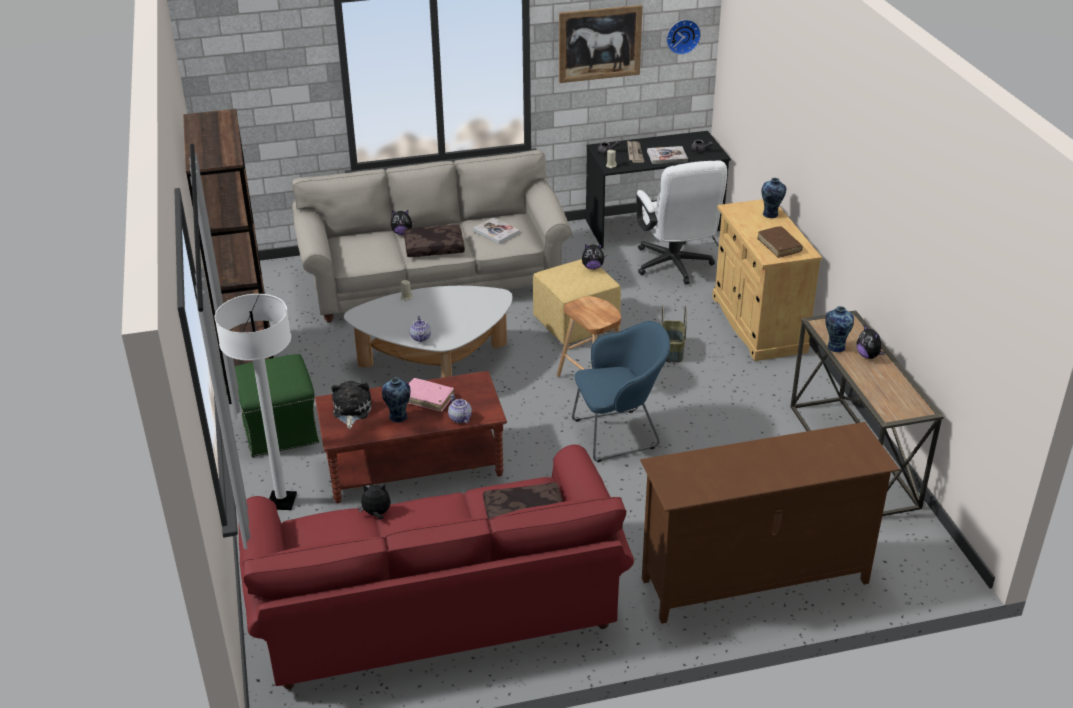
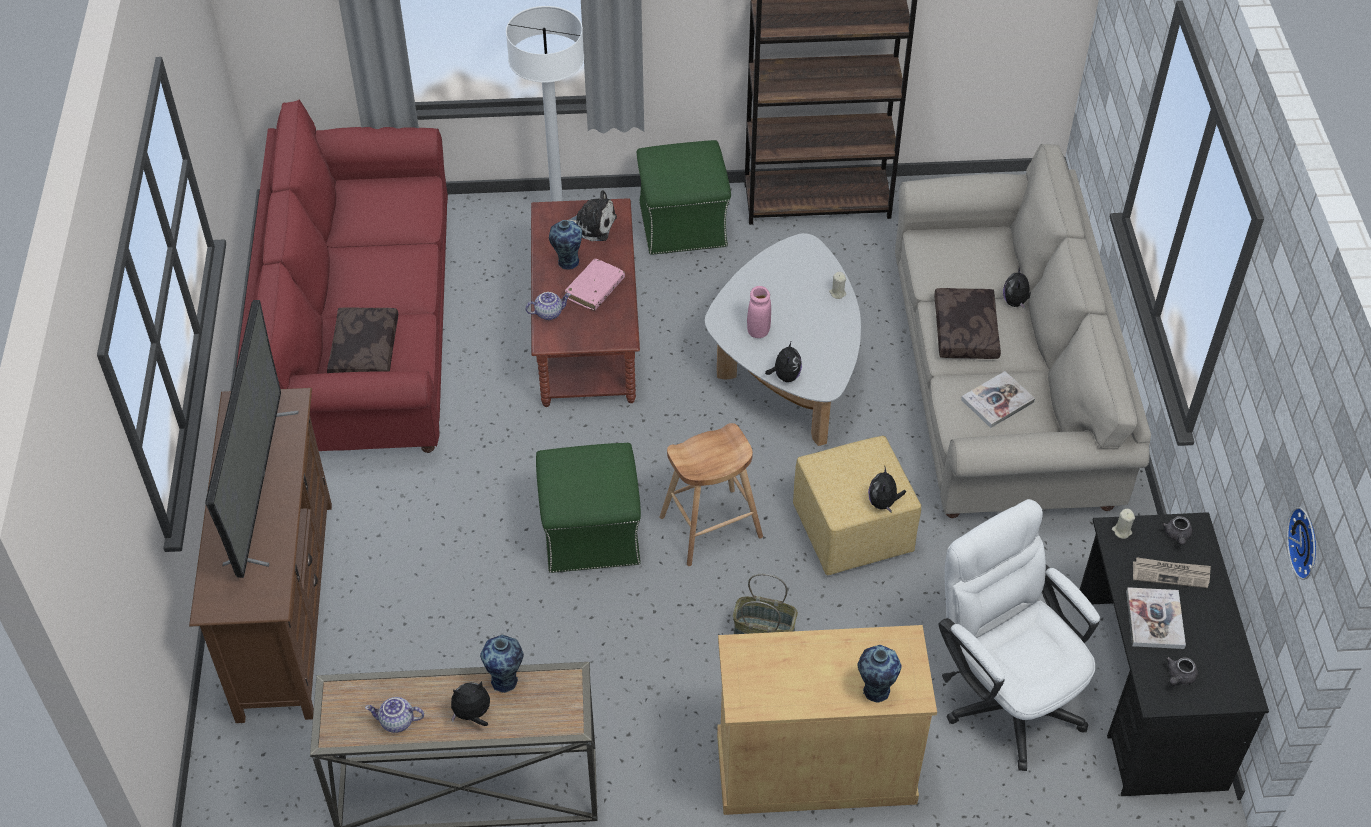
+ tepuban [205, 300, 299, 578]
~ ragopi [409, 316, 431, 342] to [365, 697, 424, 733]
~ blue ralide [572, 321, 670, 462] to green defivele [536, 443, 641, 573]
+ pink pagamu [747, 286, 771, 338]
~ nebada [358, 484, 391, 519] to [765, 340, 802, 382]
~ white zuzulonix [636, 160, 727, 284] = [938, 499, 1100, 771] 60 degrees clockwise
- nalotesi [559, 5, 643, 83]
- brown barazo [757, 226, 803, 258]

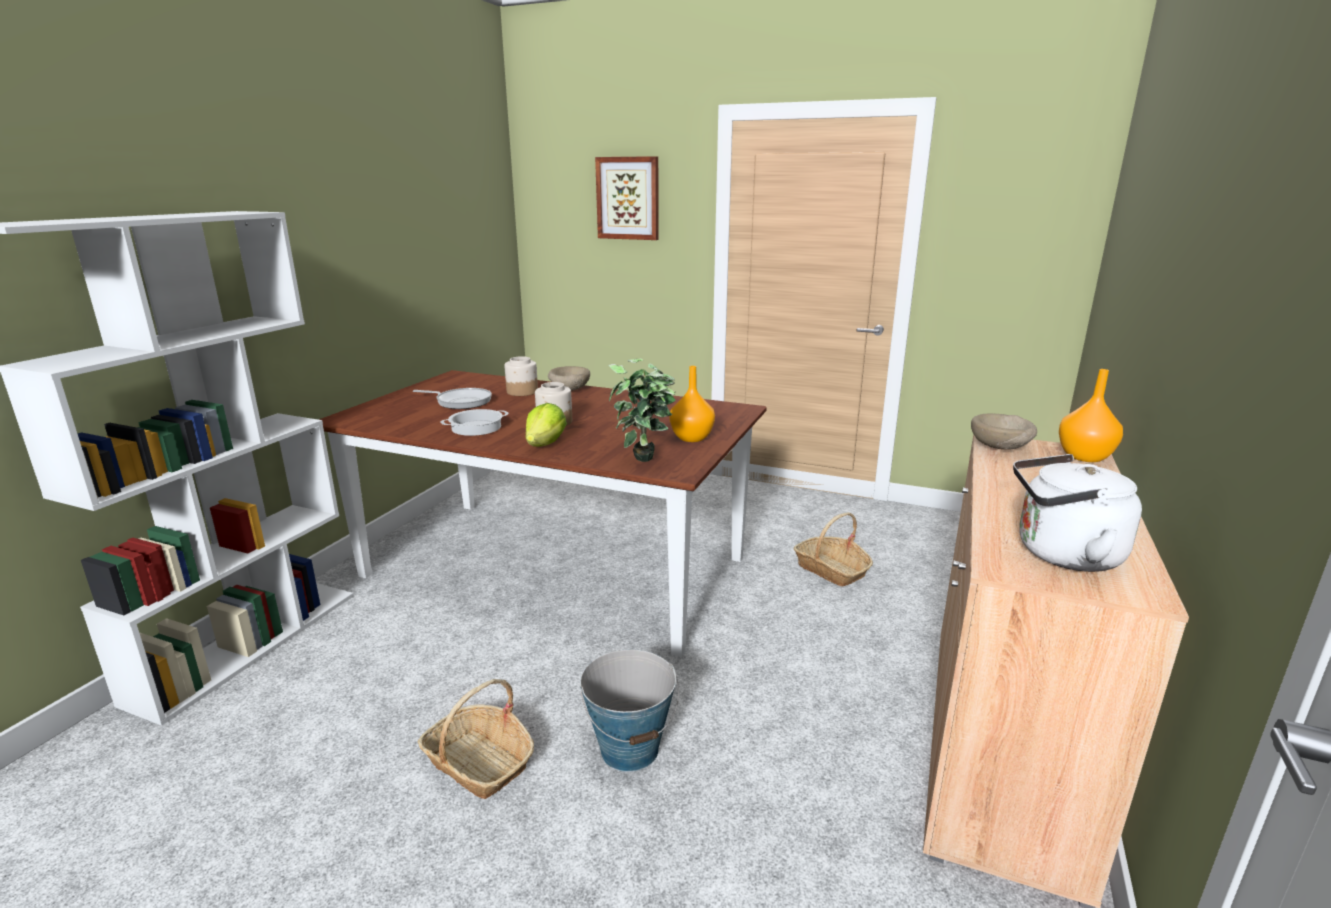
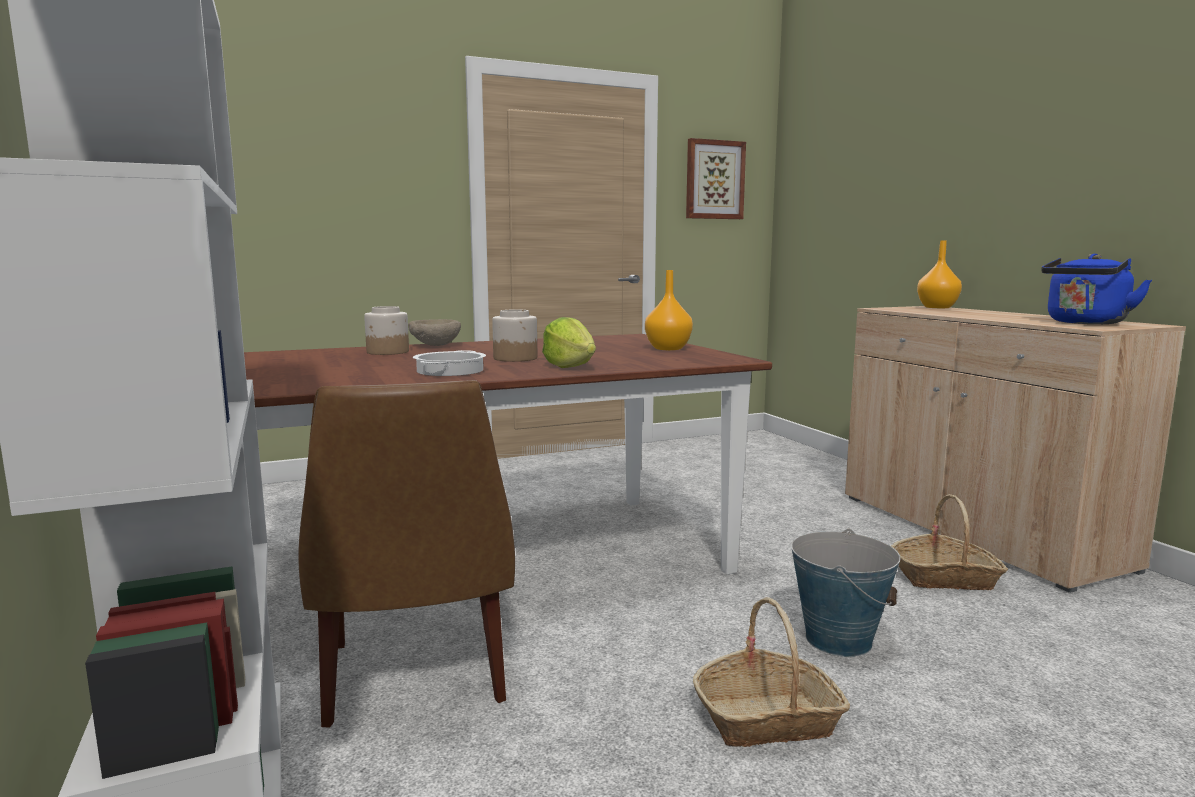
+ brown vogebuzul [298, 380, 515, 728]
~ nalotesi [595, 156, 659, 240] to [686, 138, 746, 219]
~ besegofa [794, 512, 873, 587] to [891, 494, 1008, 590]
~ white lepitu [1013, 454, 1142, 572] to blue lepitu [1041, 254, 1152, 324]
- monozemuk [413, 388, 492, 409]
- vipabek [608, 358, 676, 462]
- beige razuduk [971, 413, 1037, 450]

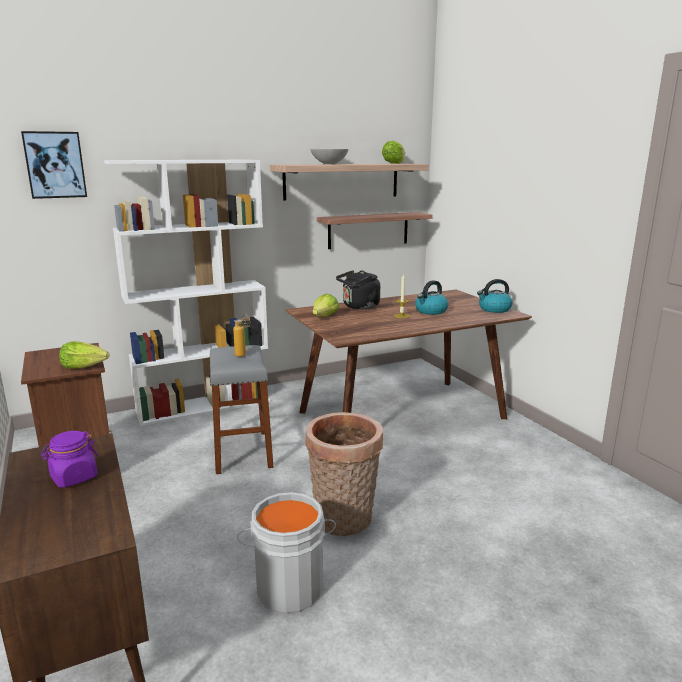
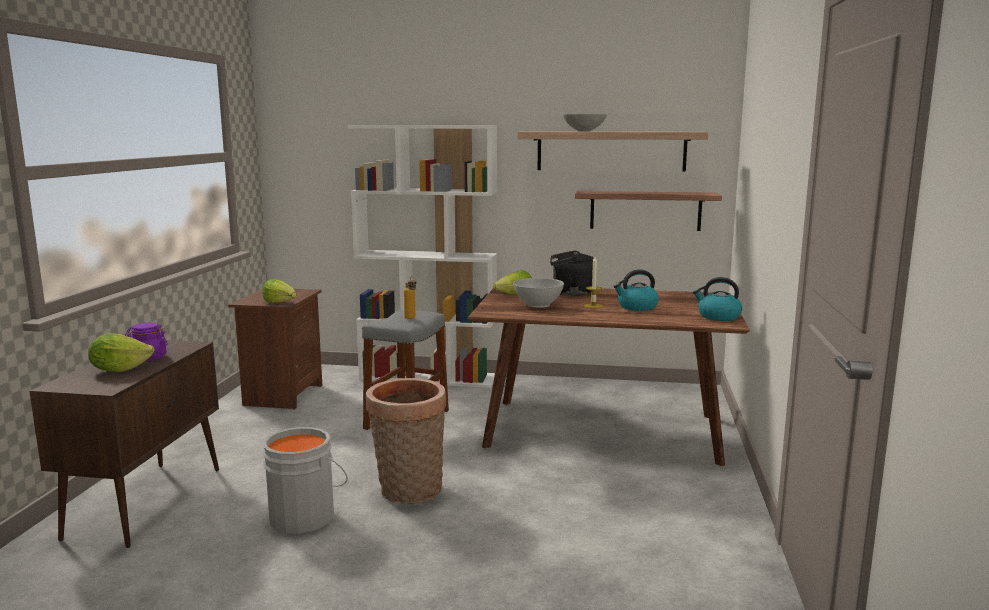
~ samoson [382, 141, 405, 164] to [88, 333, 155, 372]
+ white razuduk [513, 278, 564, 308]
- nalotesi [21, 131, 87, 199]

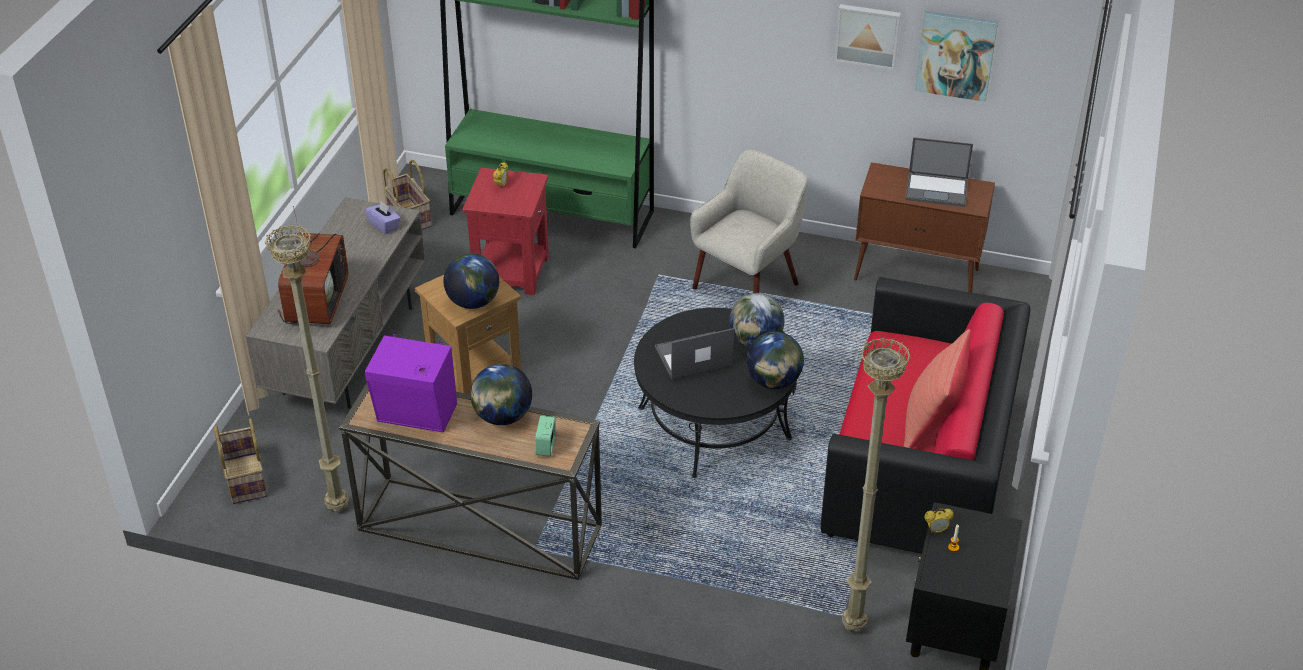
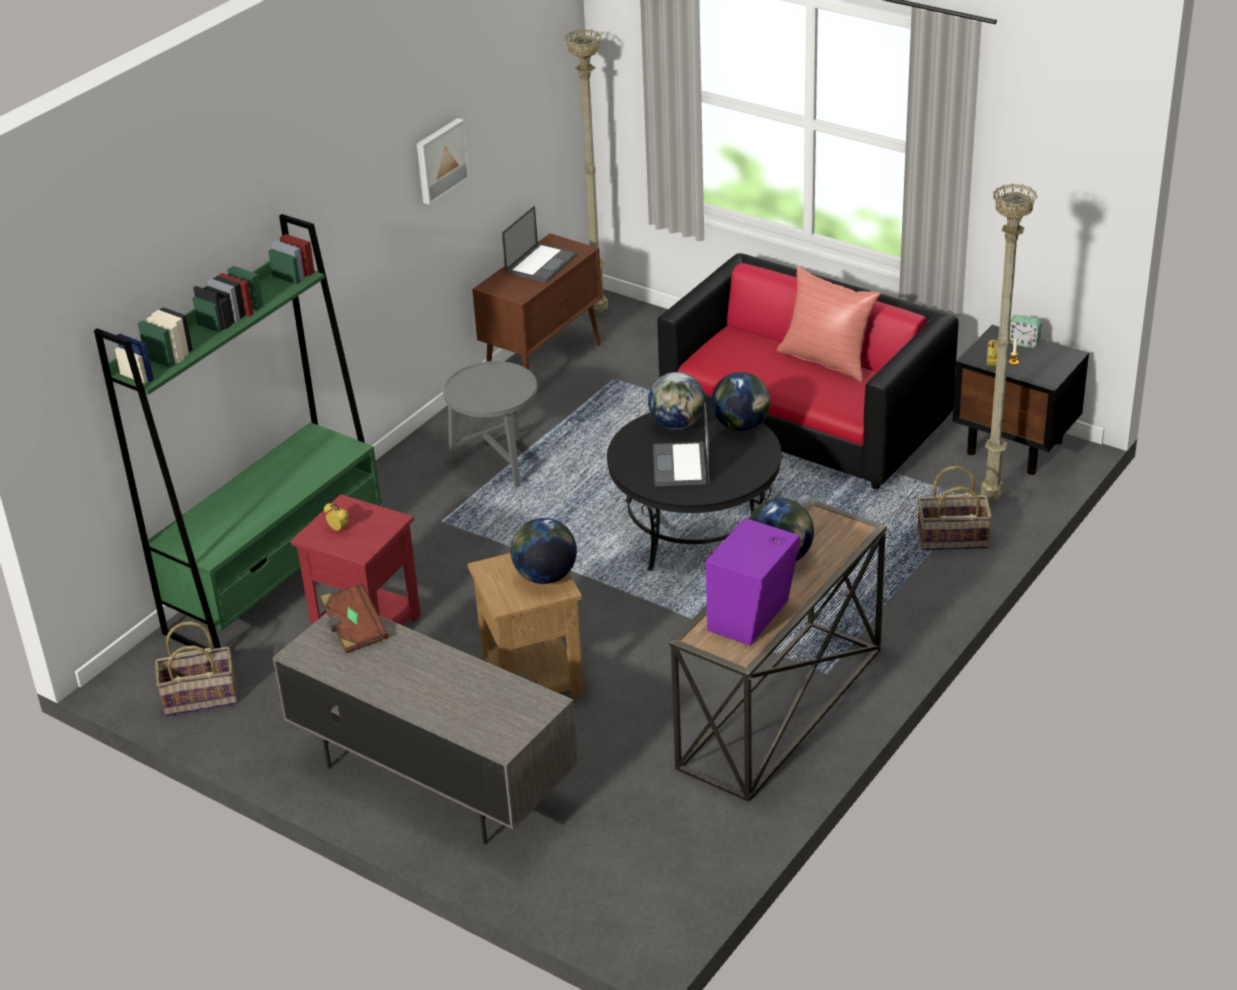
~ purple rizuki [365, 201, 401, 234] to brown barazo [321, 583, 389, 653]
~ beige ralide [690, 150, 808, 293] to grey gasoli [443, 361, 537, 488]
~ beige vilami [265, 224, 349, 512] to [564, 28, 608, 313]
~ besegofa [214, 418, 267, 504] to [917, 466, 992, 550]
~ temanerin [536, 415, 556, 456] to [1009, 315, 1042, 348]
- tepuban [278, 206, 349, 324]
- nalotesi [915, 11, 998, 102]

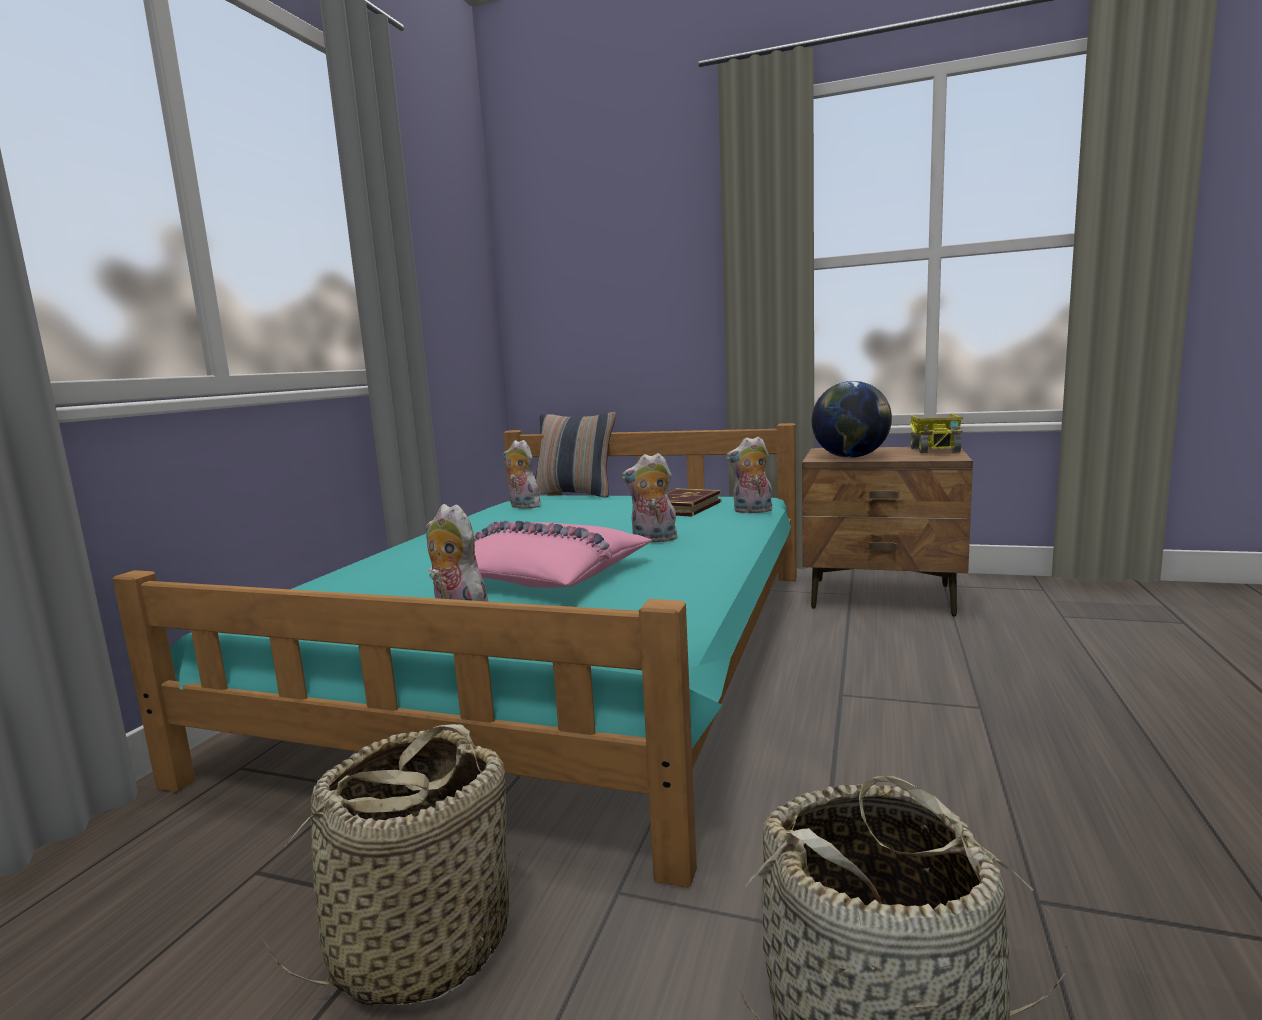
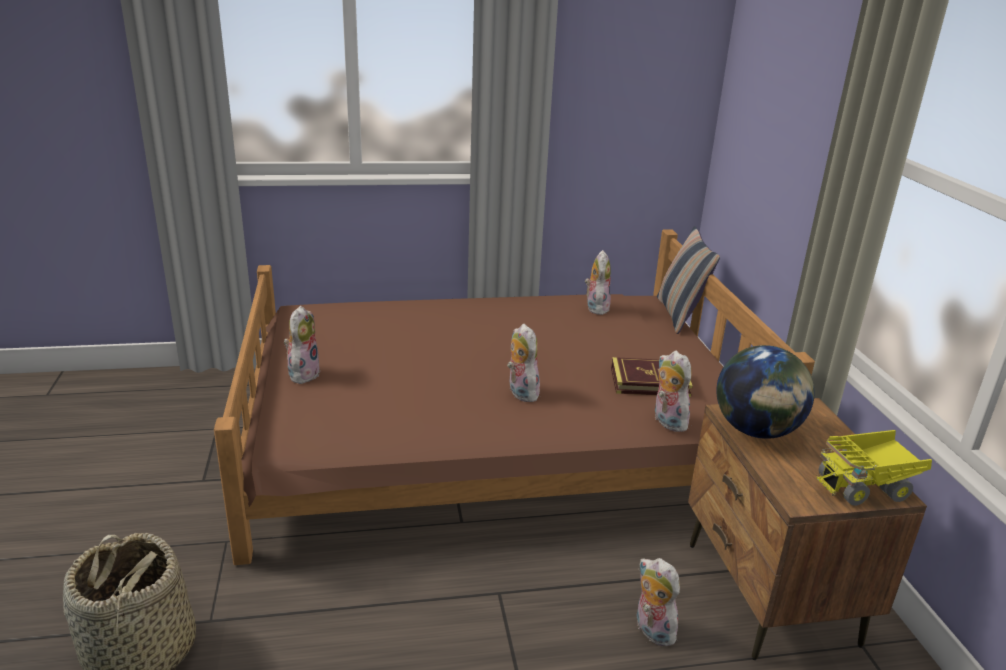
~ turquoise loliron [113, 423, 797, 888] to brown loliron [214, 229, 815, 565]
+ nebada [636, 558, 680, 647]
- besegofa [260, 724, 521, 1006]
- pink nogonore [428, 520, 653, 588]

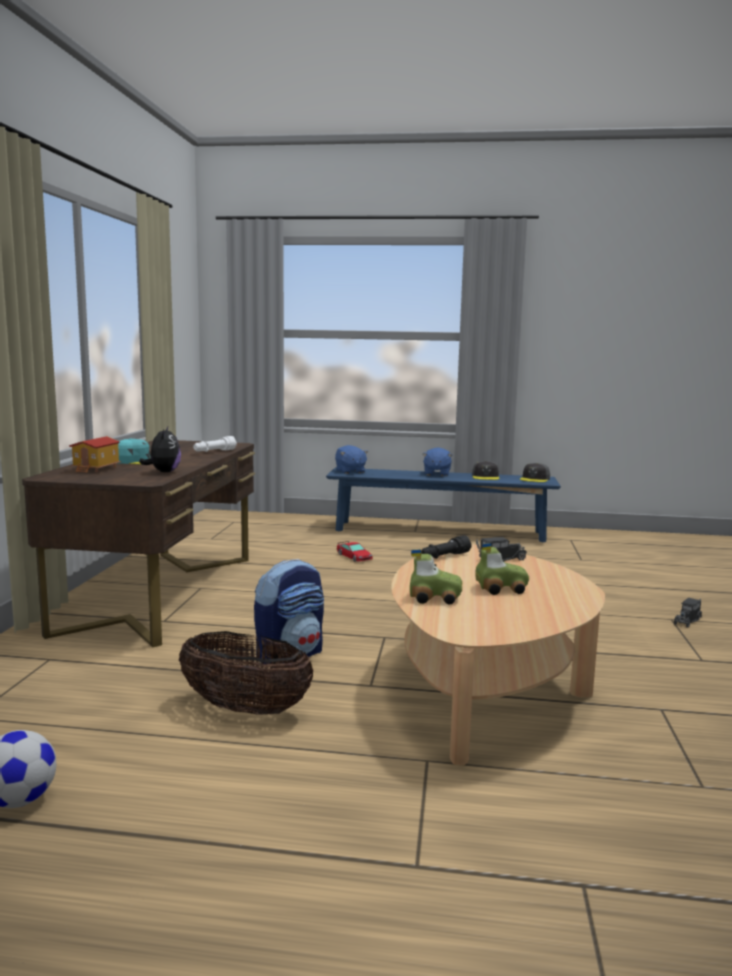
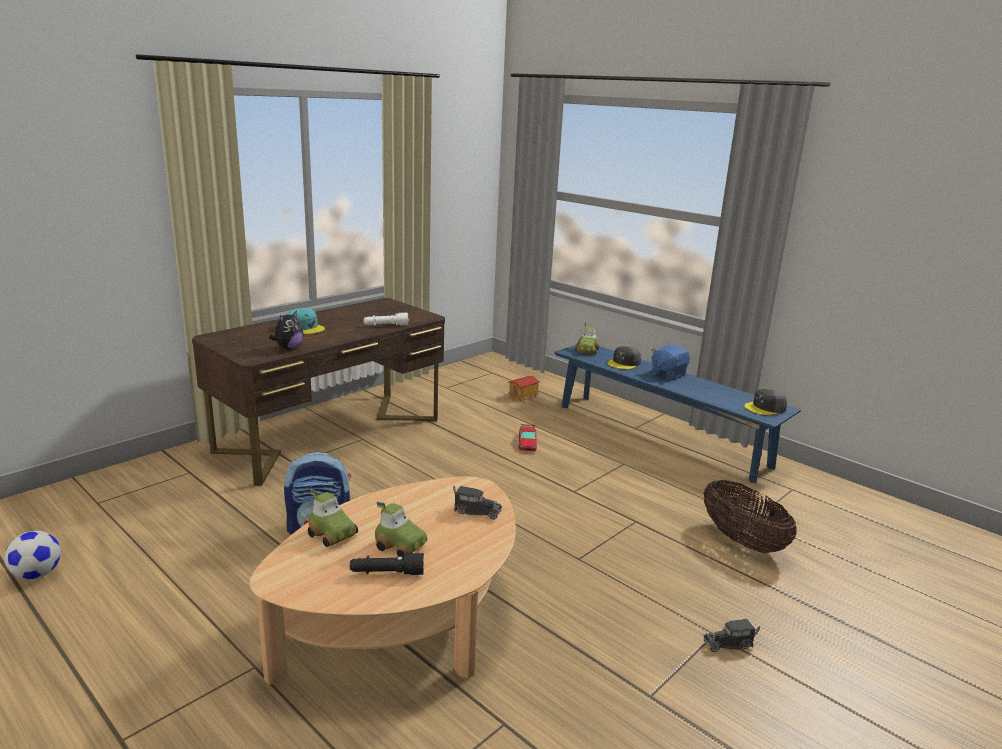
~ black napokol [421, 535, 471, 559] to [350, 553, 424, 575]
~ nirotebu [69, 436, 121, 473] to [508, 376, 540, 401]
~ blue nebada [335, 445, 368, 474] to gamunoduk [575, 322, 599, 354]
~ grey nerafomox [472, 461, 500, 480] to [607, 346, 641, 369]
~ besegofa [179, 631, 314, 715] to [703, 480, 797, 554]

